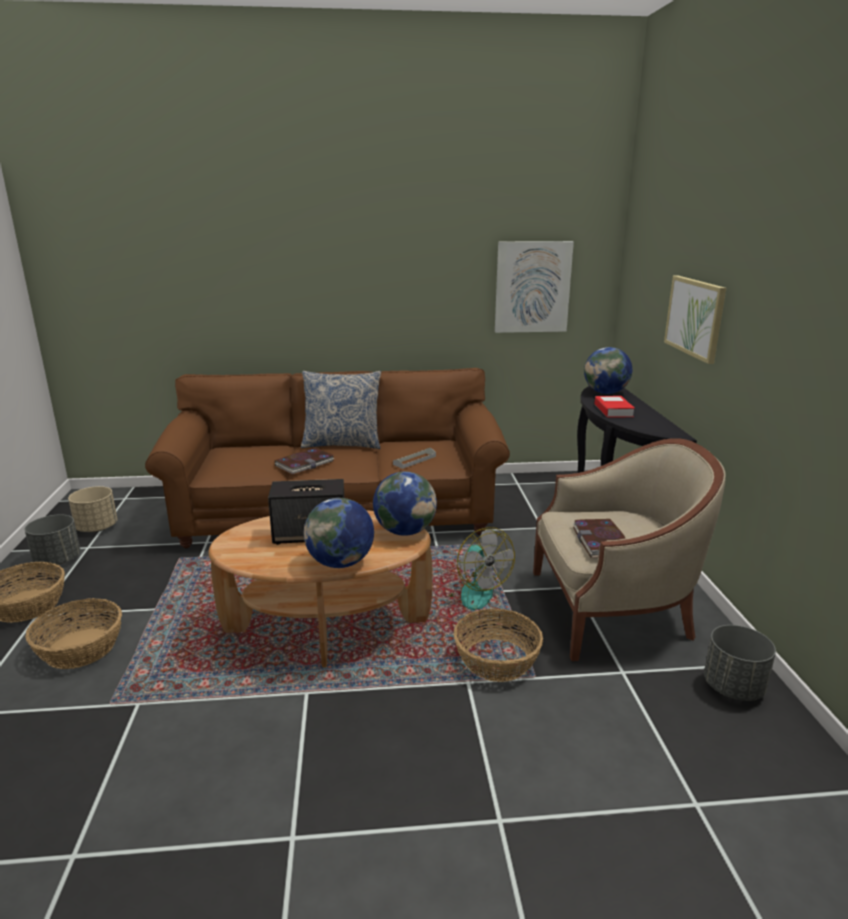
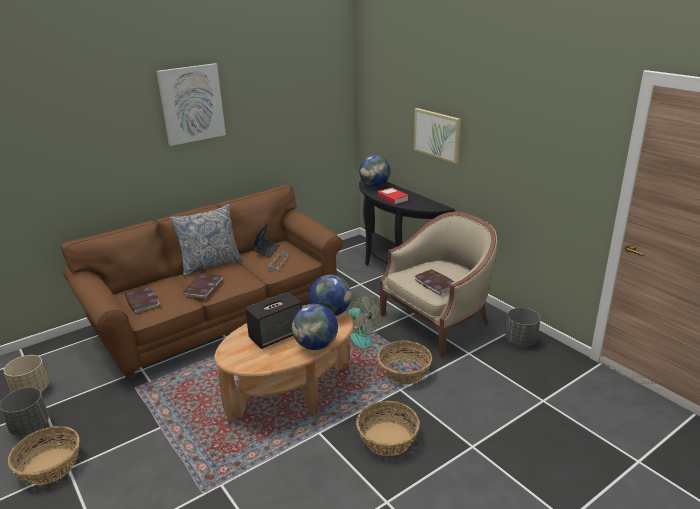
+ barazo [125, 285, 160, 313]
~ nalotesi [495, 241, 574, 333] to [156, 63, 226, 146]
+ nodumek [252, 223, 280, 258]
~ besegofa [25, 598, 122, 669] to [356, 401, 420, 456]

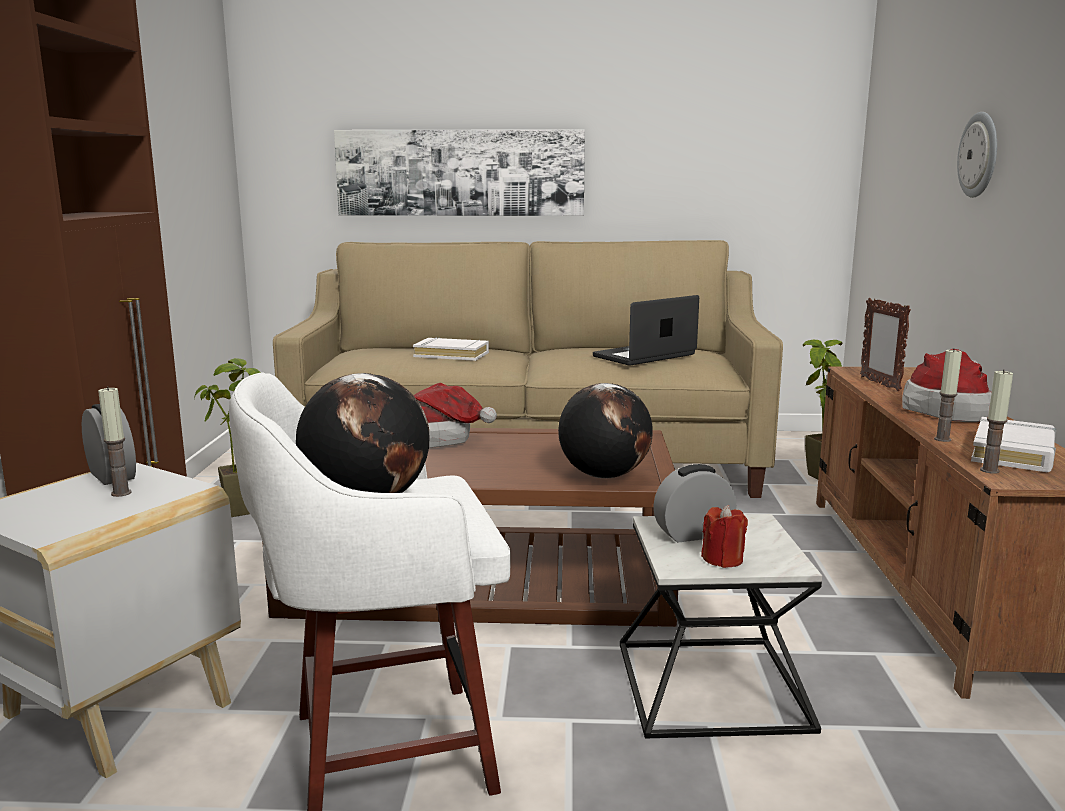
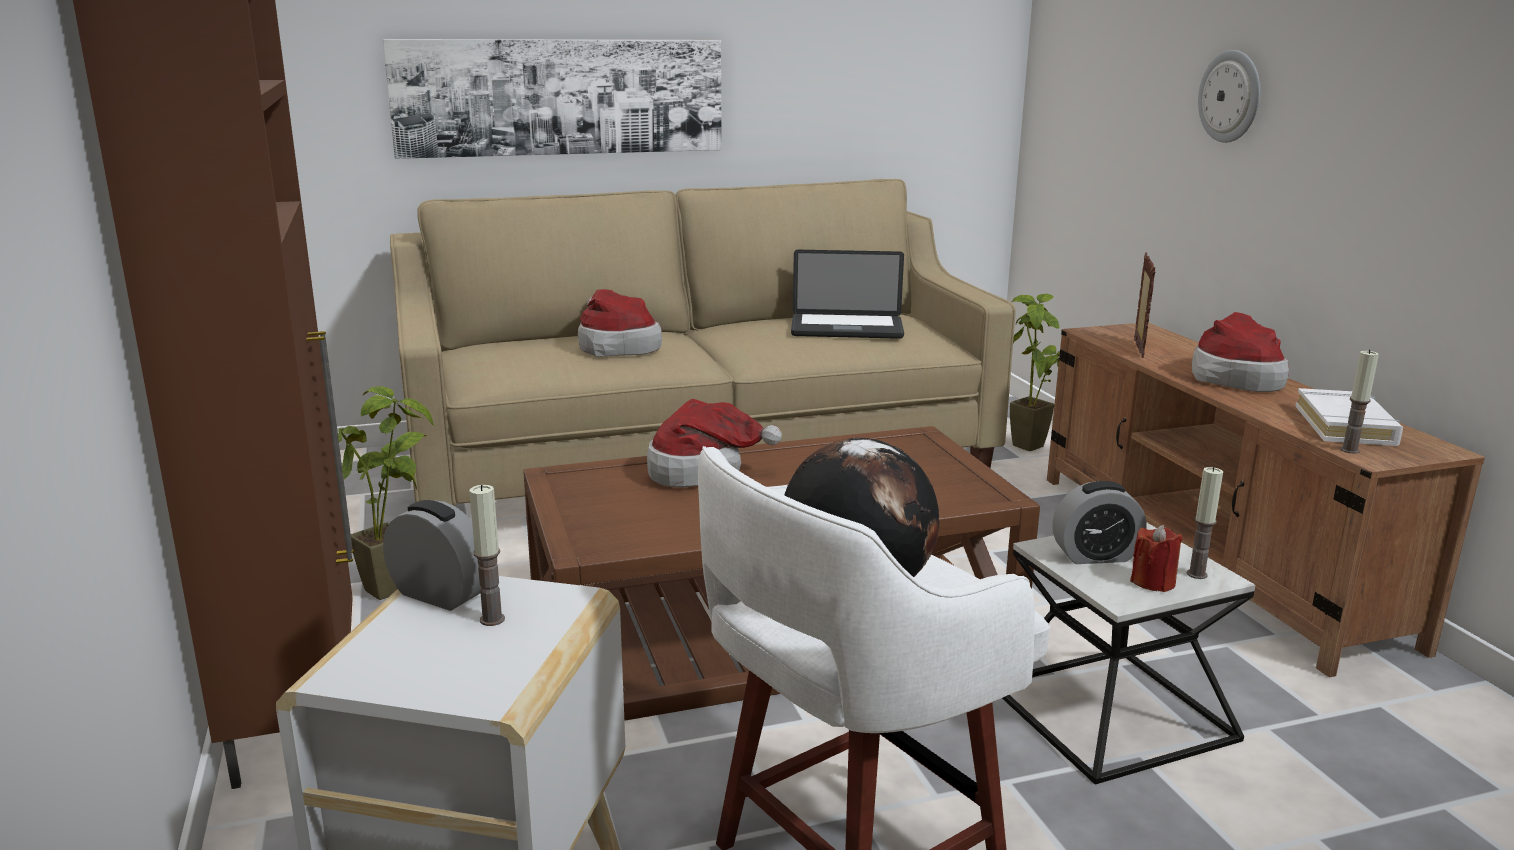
~ white barazo [413, 337, 489, 361] to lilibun [578, 289, 662, 357]
~ nodumek [593, 295, 699, 366] = [791, 250, 904, 339] 120 degrees counterclockwise
~ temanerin [653, 464, 736, 542] = [1052, 481, 1147, 564] 150 degrees counterclockwise
~ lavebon [860, 298, 911, 391] = [1134, 253, 1155, 358] 135 degrees counterclockwise
~ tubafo [934, 348, 962, 442] to [1187, 467, 1223, 579]
- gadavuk [558, 383, 653, 478]

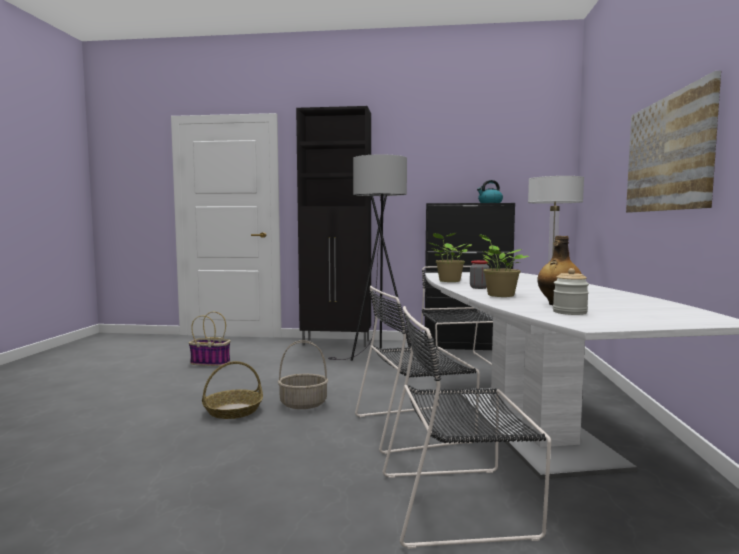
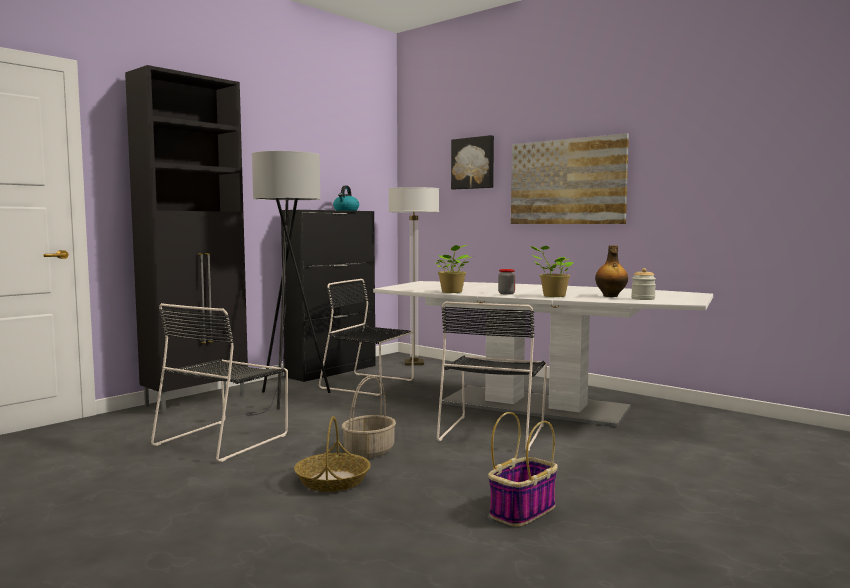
~ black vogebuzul [383, 306, 551, 549] to [151, 303, 288, 462]
+ nalotesi [451, 135, 494, 189]
~ besegofa [189, 312, 231, 366] to [488, 412, 558, 527]

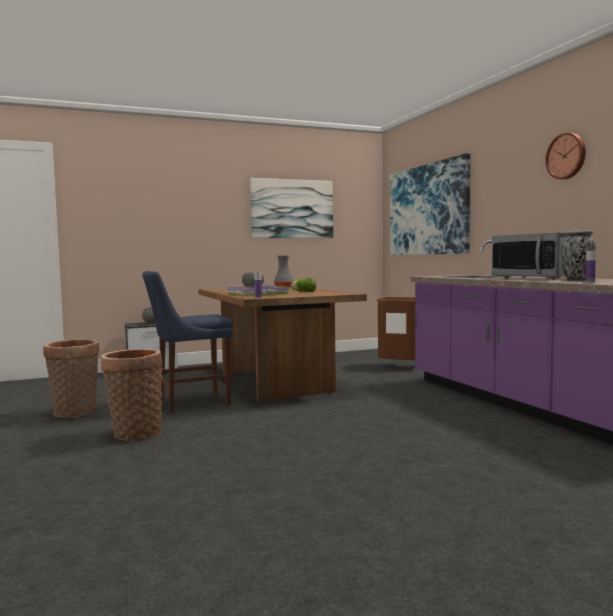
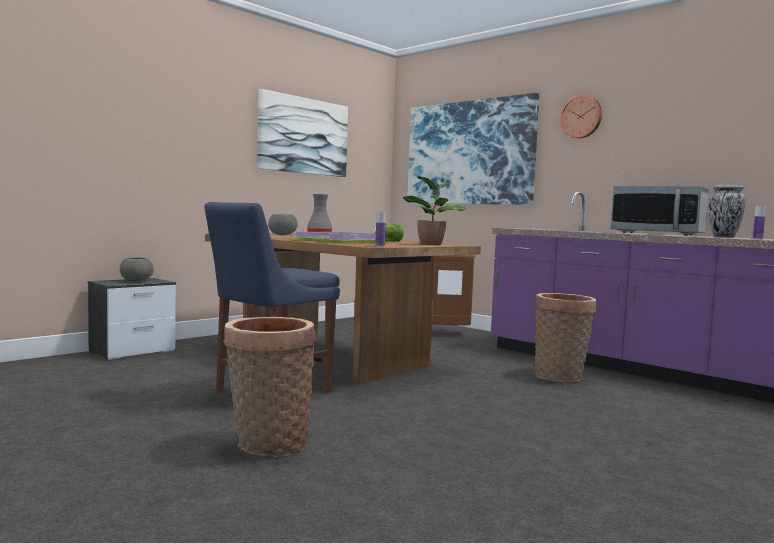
+ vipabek [403, 176, 466, 245]
~ besegofa [43, 339, 99, 418] to [535, 293, 597, 382]
~ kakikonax [545, 133, 586, 179] to [560, 95, 602, 138]

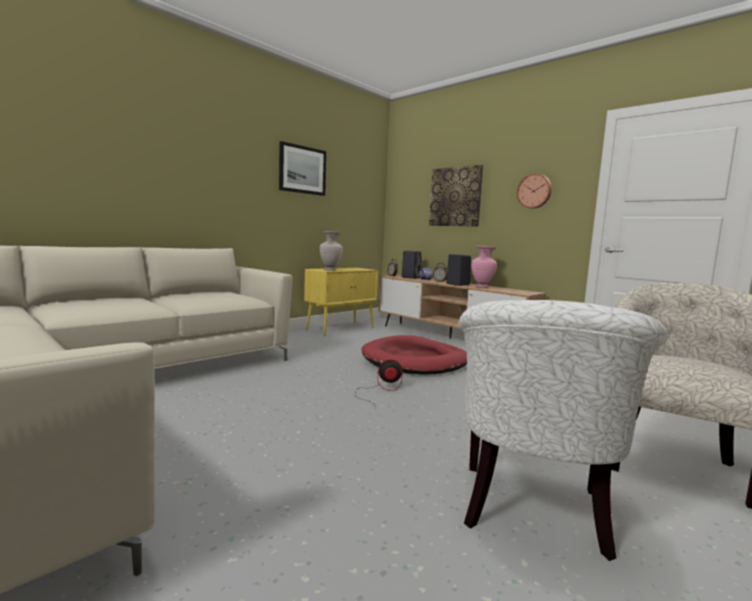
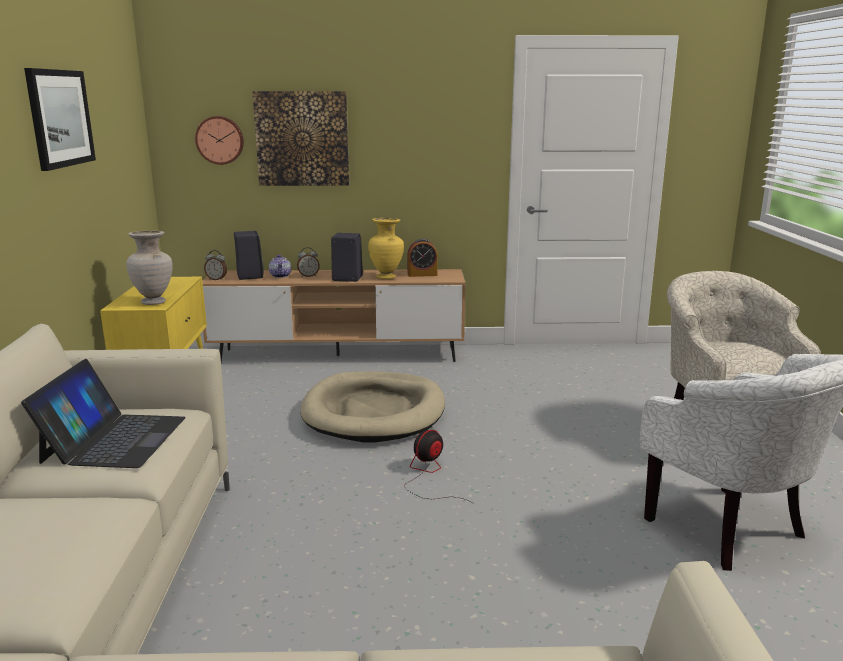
+ nodumek [21, 359, 186, 468]
~ kakikonax [517, 173, 552, 209] to [195, 116, 244, 165]
~ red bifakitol [362, 335, 467, 375] to beige bifakitol [300, 371, 445, 443]
~ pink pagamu [471, 246, 497, 288] to yellow pagamu [368, 218, 404, 279]
+ temanerin [408, 239, 438, 277]

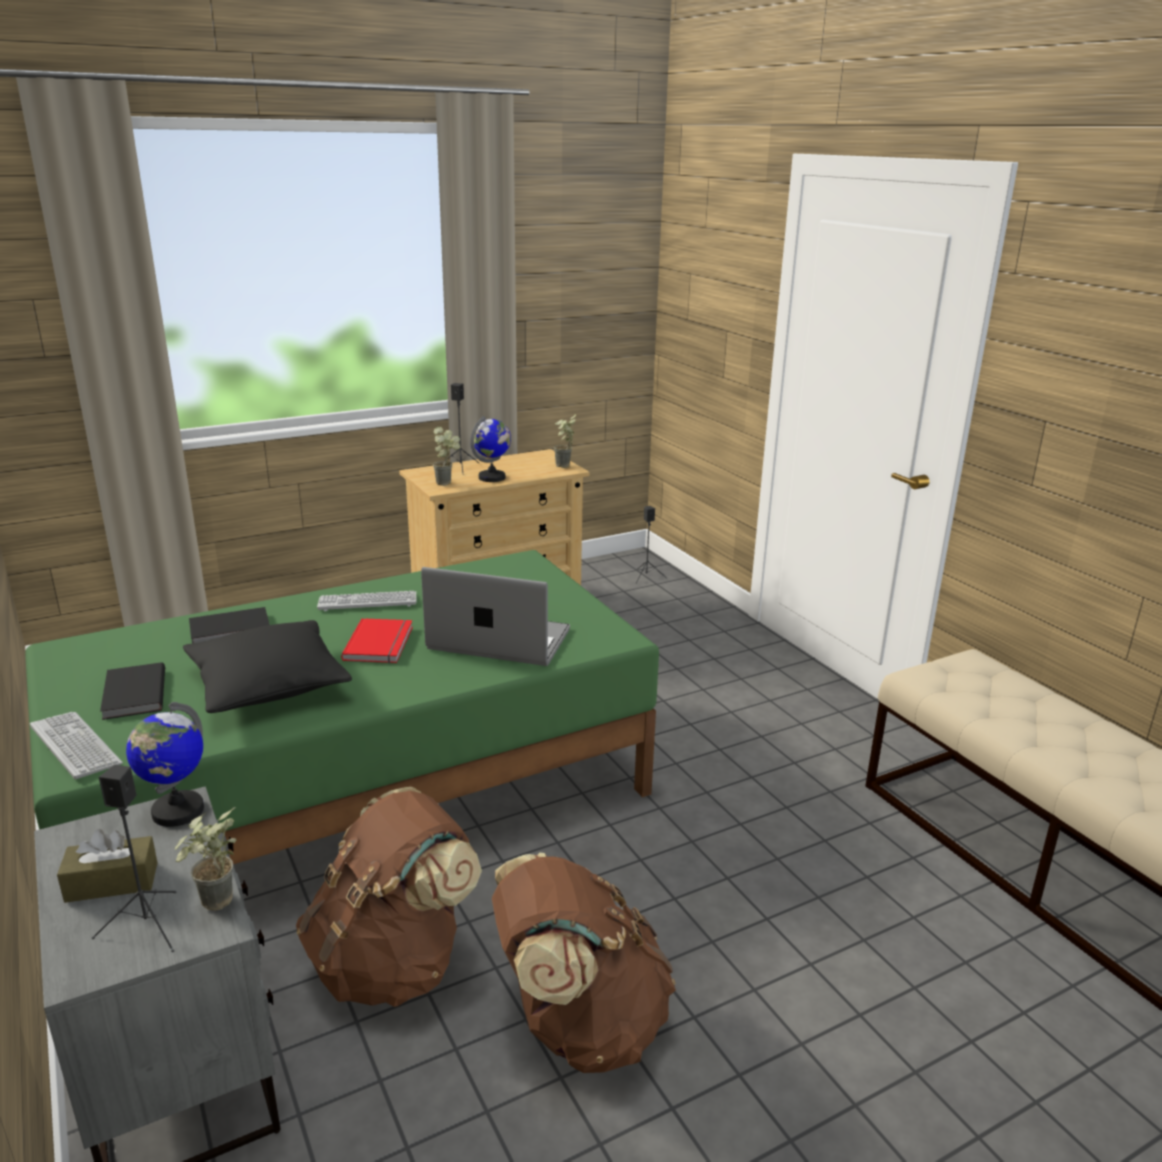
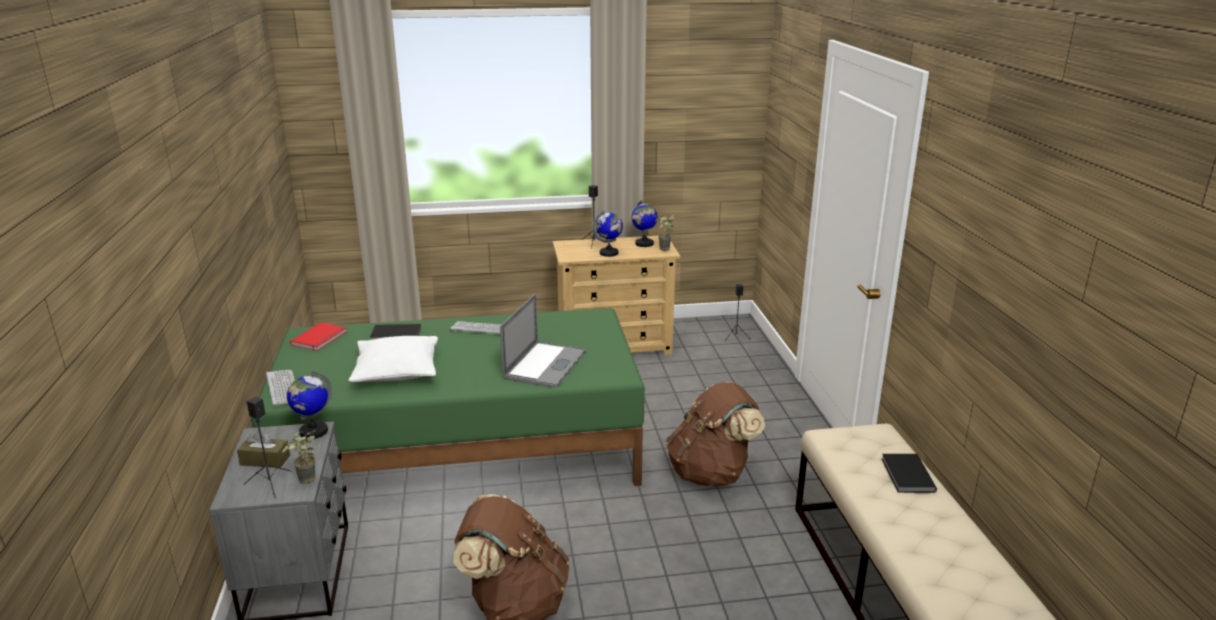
~ red barazo [341, 618, 413, 663] to [290, 323, 347, 351]
~ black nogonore [183, 620, 352, 713] to white nogonore [349, 336, 438, 382]
~ nodumek [421, 567, 570, 666] = [500, 294, 586, 388] 75 degrees clockwise
+ gadavuk [632, 200, 658, 247]
~ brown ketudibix [296, 787, 482, 1007] to [666, 382, 765, 487]
~ black barazo [100, 662, 165, 720] to [882, 454, 937, 493]
- vipabek [433, 427, 460, 486]

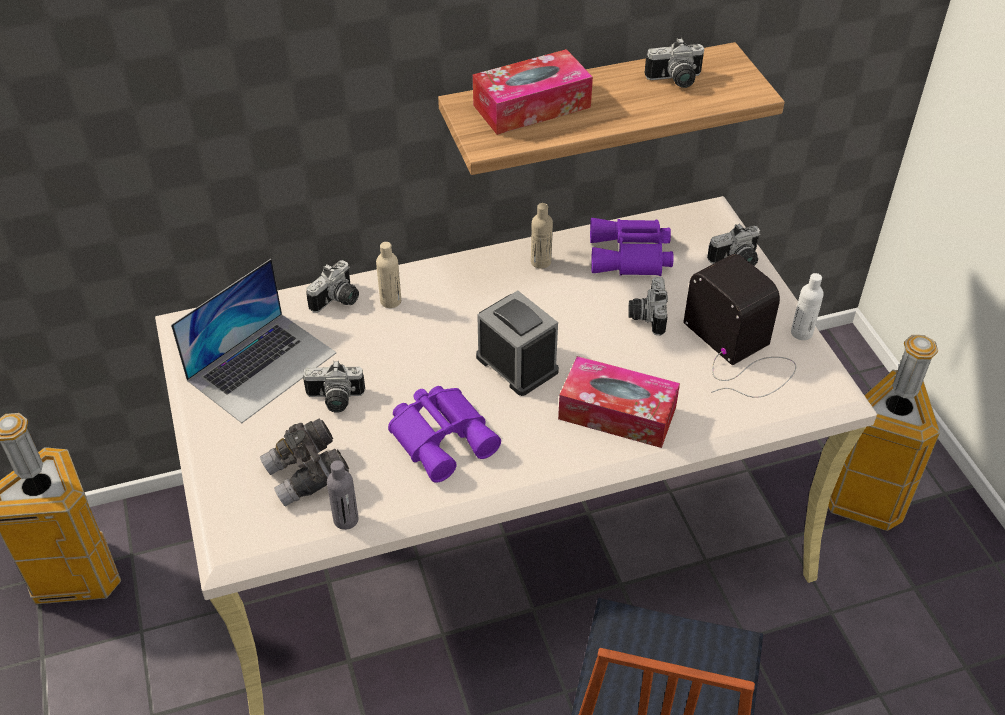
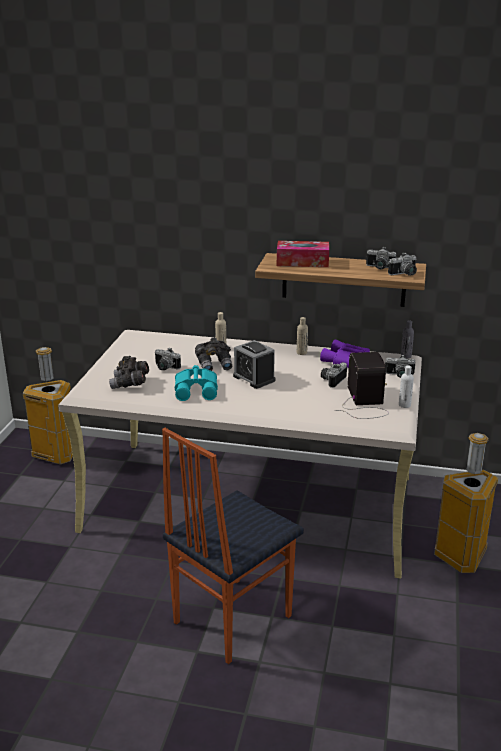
~ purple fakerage [388, 386, 501, 483] to turquoise fakerage [175, 365, 218, 401]
+ grey fakerage [195, 338, 232, 371]
~ temanerin [476, 291, 559, 396] = [233, 340, 275, 389] 150 degrees clockwise
~ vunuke [306, 260, 359, 313] to [388, 252, 417, 276]
~ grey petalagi [327, 460, 359, 530] to [401, 320, 414, 359]
- nodumek [171, 259, 336, 423]
- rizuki [558, 356, 680, 448]

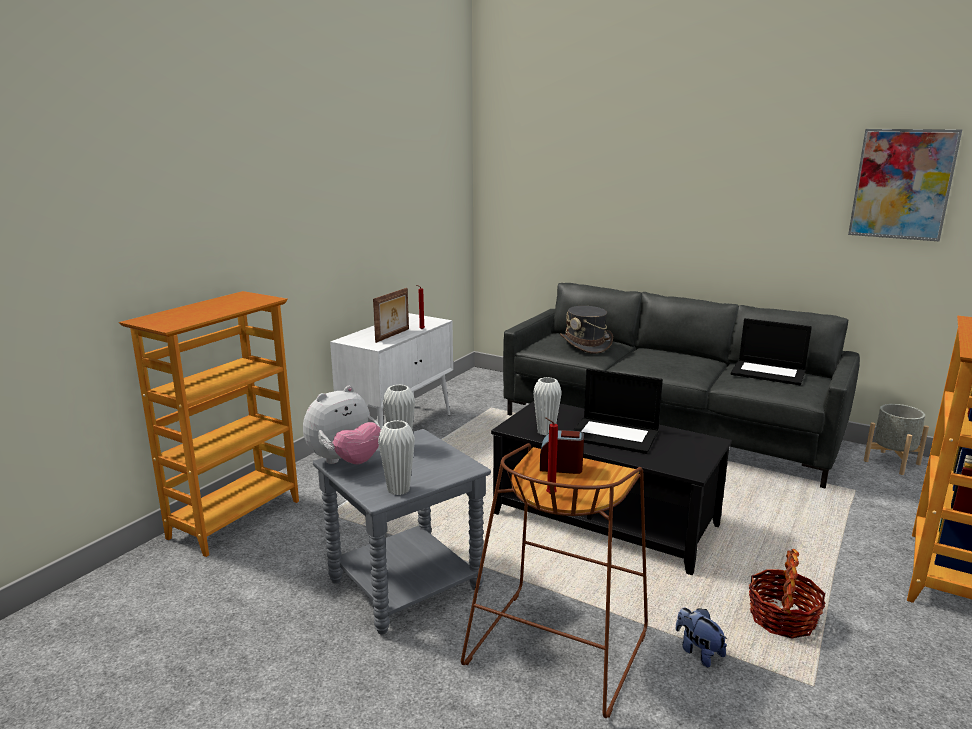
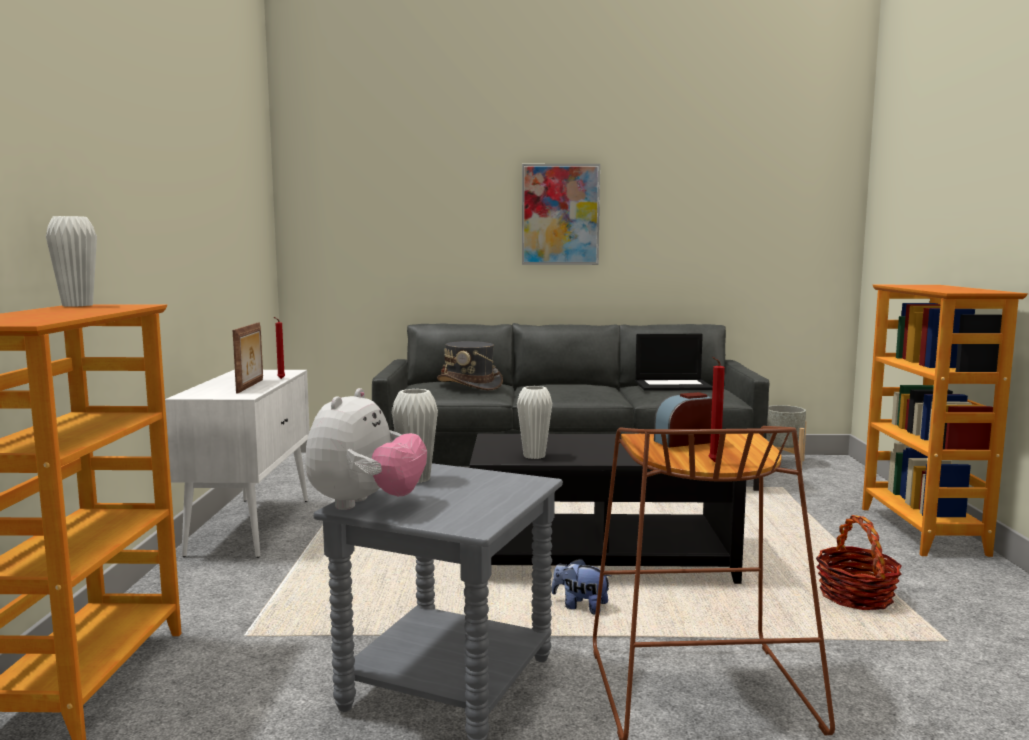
~ white pagamu [378, 420, 415, 495] to [46, 216, 97, 307]
~ nalotesi [848, 129, 962, 242] to [522, 164, 600, 265]
~ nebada [676, 608, 727, 668] to [552, 558, 611, 614]
- nodumek [573, 368, 663, 454]

